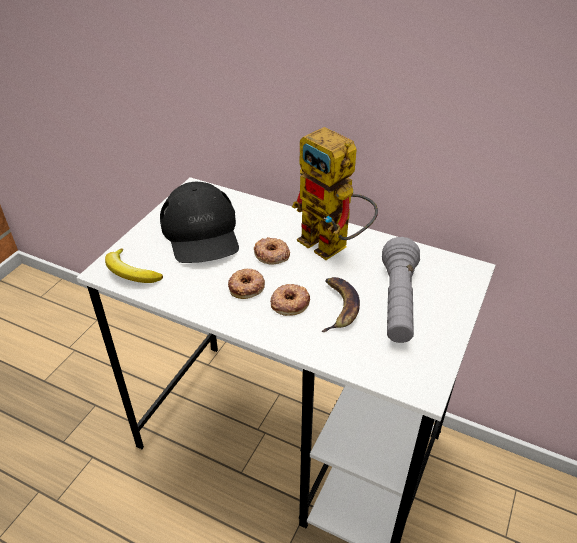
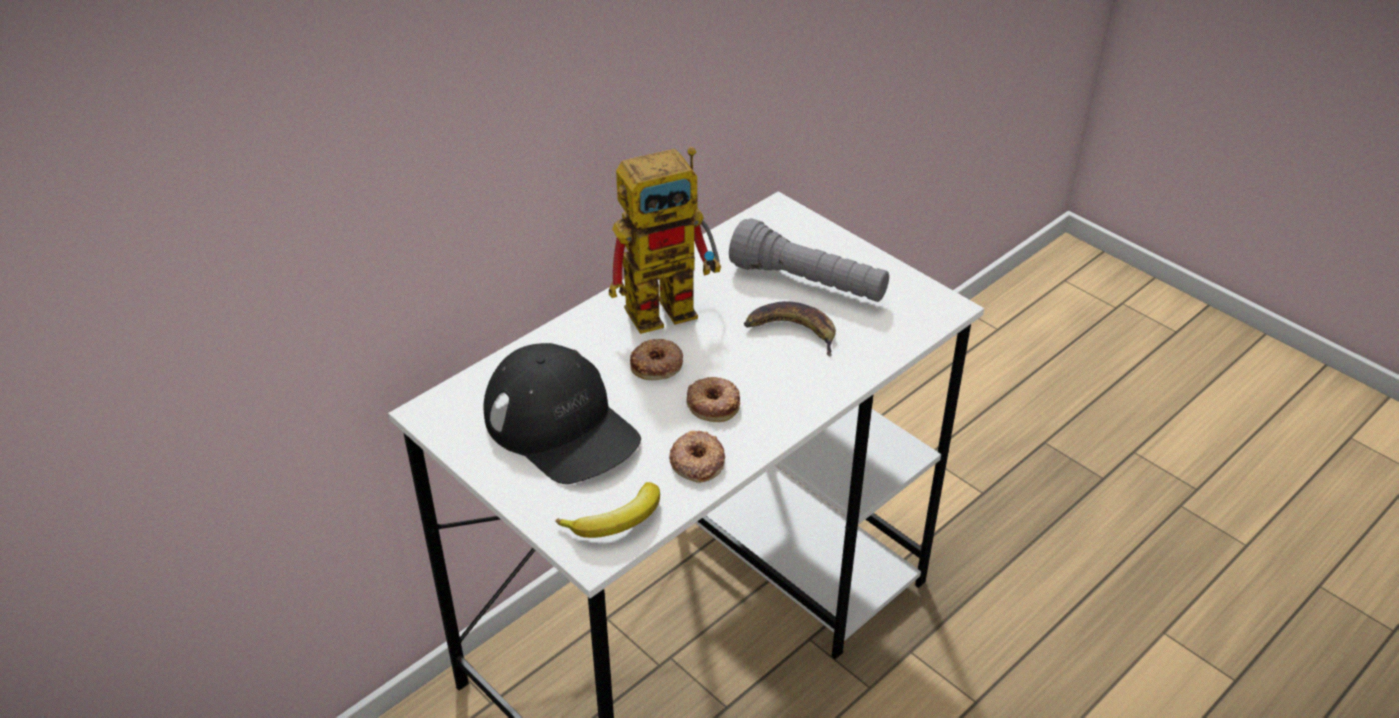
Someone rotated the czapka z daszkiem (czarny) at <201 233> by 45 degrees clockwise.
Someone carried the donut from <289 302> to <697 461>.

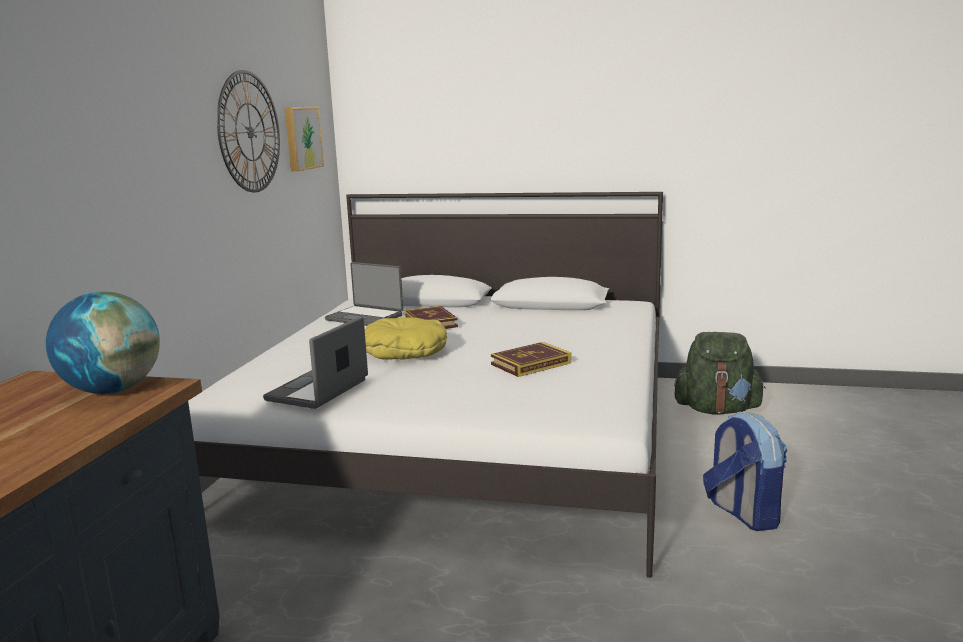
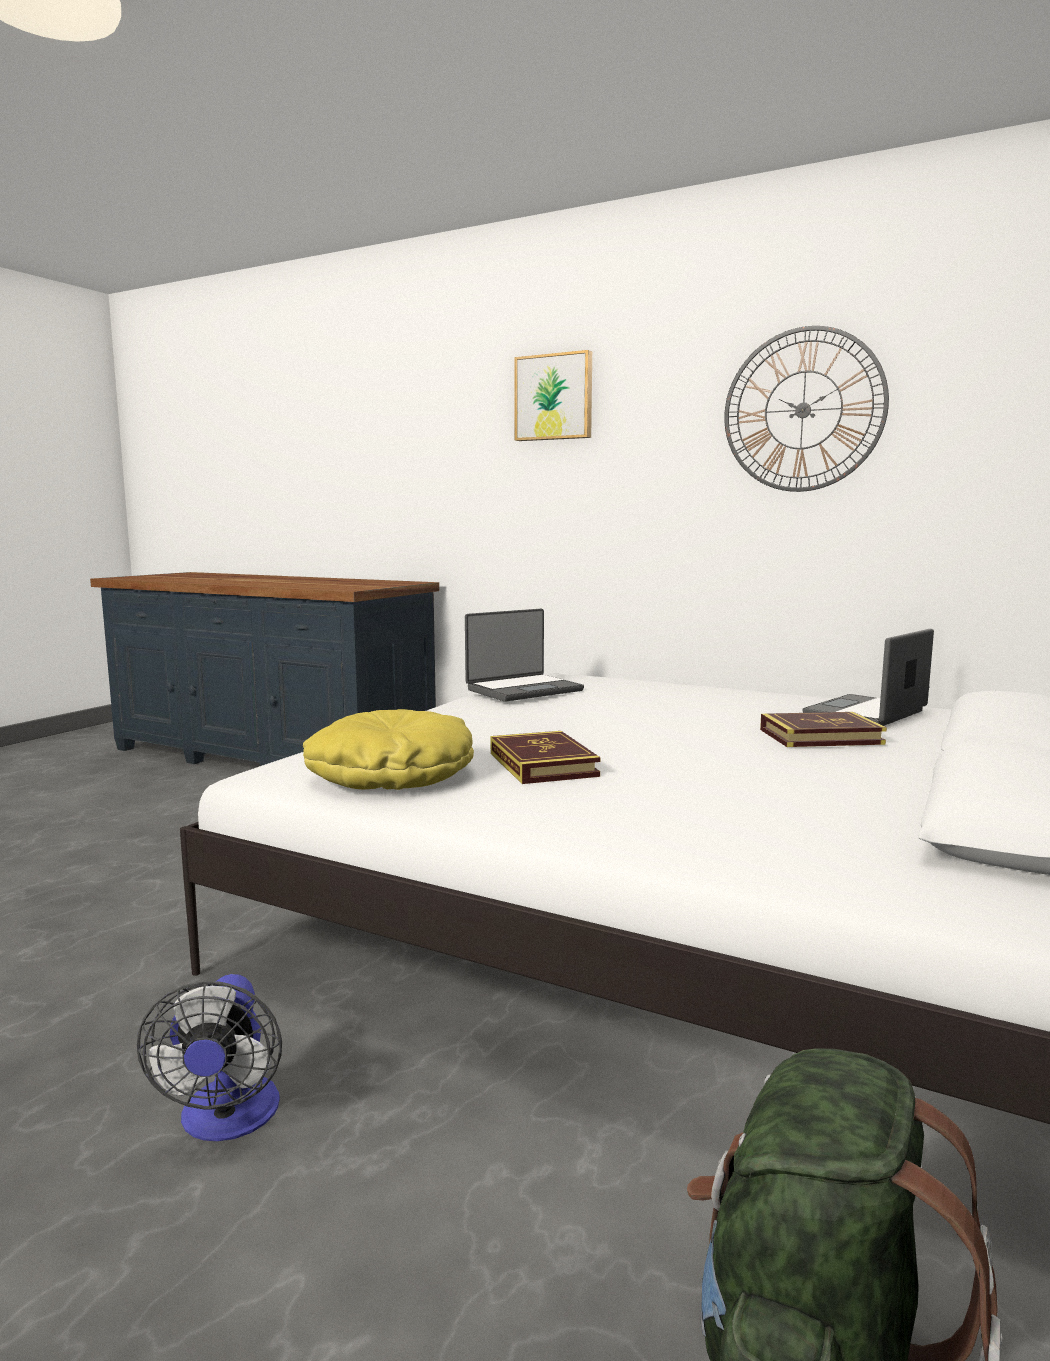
Someone swapped the plecak at <742 513> for the wentylator at <227 1120>.
Someone carried the poduszka (żółty) from <405 351> to <394 775>.
Someone rotated the laptop at <319 390> by 105 degrees clockwise.
Someone carried the obraz from <301 138> to <554 397>.
Someone took away the globus at <112 390>.

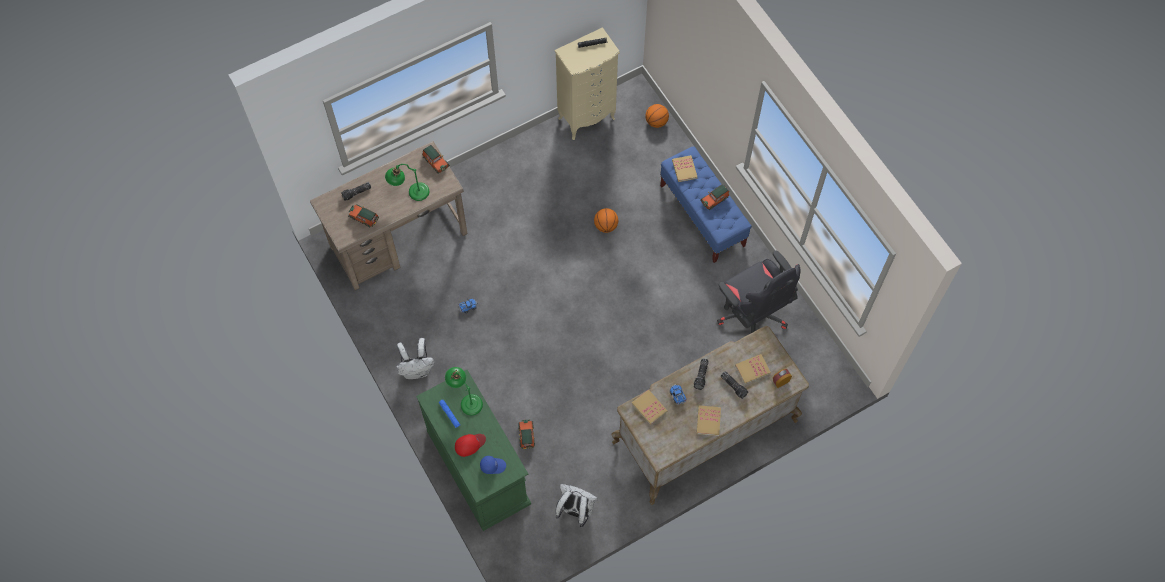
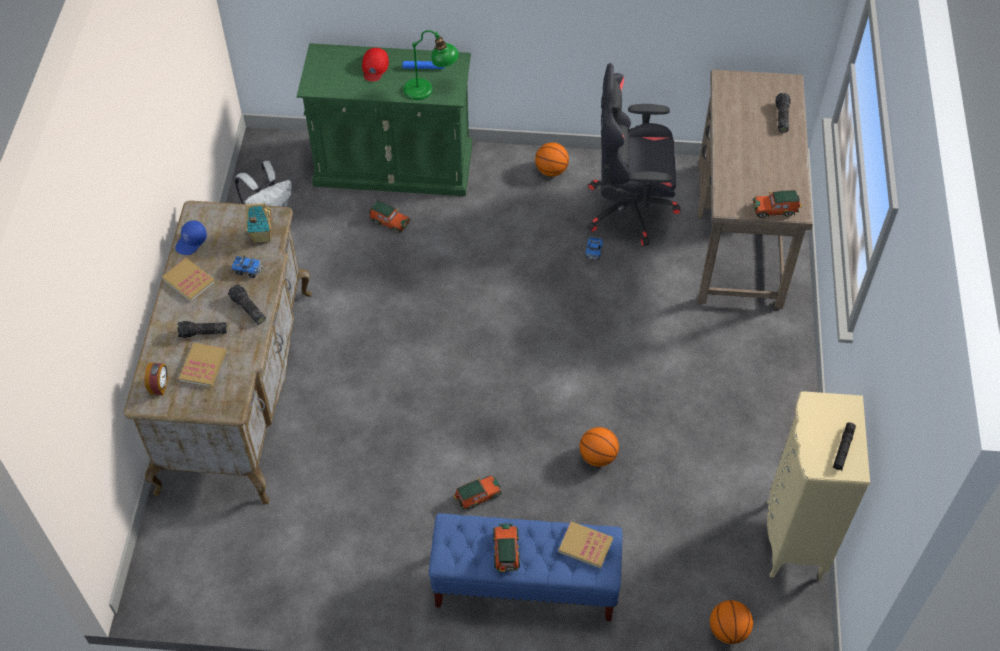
Someone carried the czapka z daszkiem (niebieski) from <493 465> to <191 242>.
Someone swapped the książka at <649 407> for the domek at <261 236>.
Someone carried the samochodzik from <364 218> to <477 496>.
Someone swapped the plecak (biały) at <417 370> for the piłka do koszykówki at <551 170>.
Someone carried the krzesło biurowe (czarny) from <751 314> to <631 209>.
Someone took away the lampa stołowa (zielony) at <409 192>.

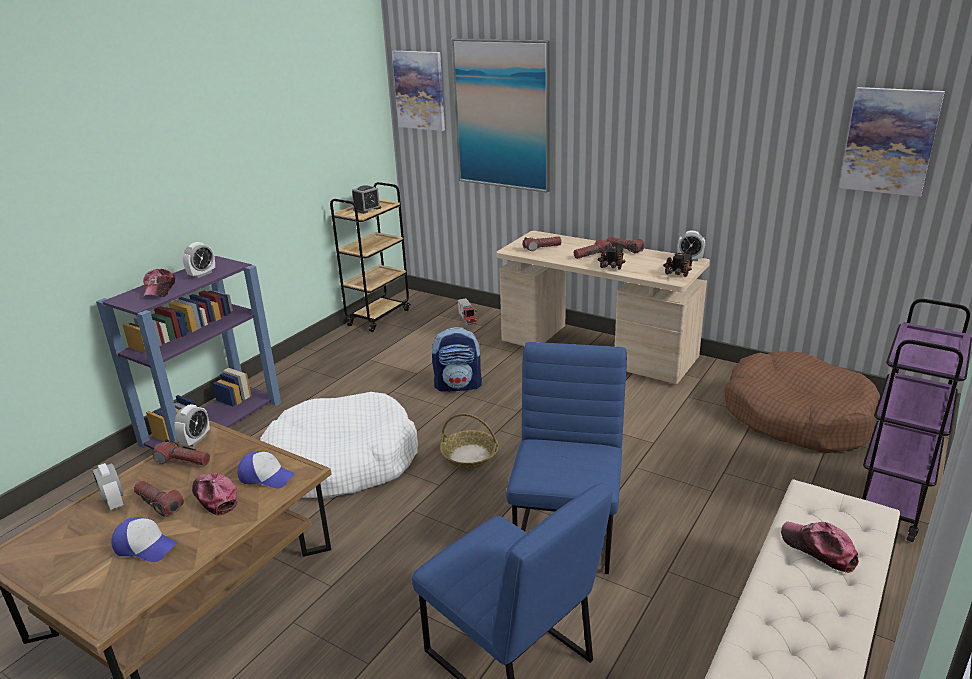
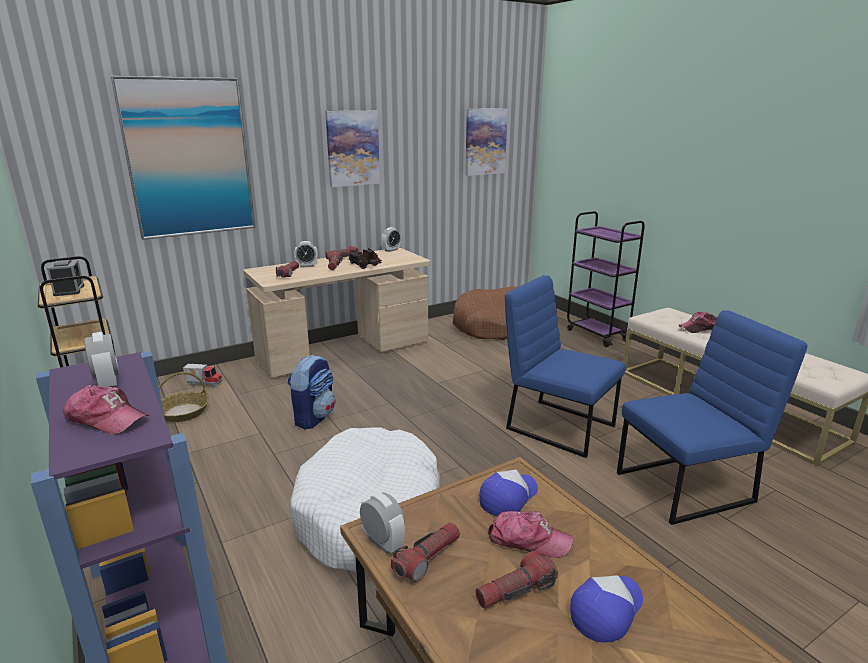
Someone carried the koszyk from <469 456> to <183 412>.
Someone carried the budzik from <114 502> to <307 266>.
Someone carried the obraz from <419 90> to <352 148>.
Someone rotated the czapka z daszkiem at <215 497> by 150 degrees counterclockwise.
Someone took away the ciężarówka zabawkowa at <679 272>.

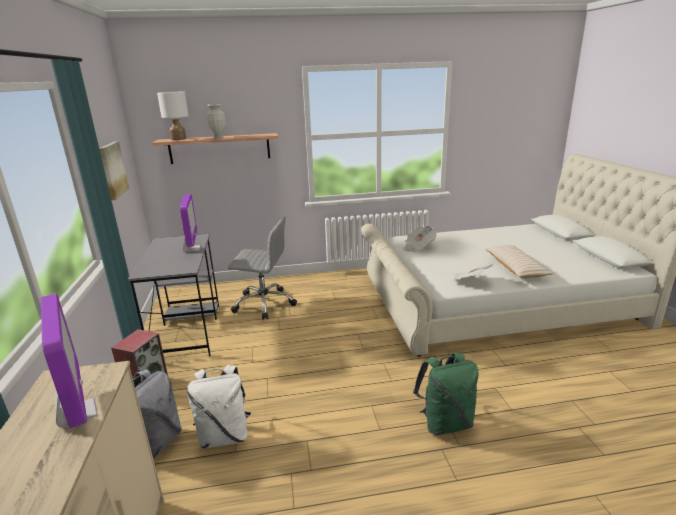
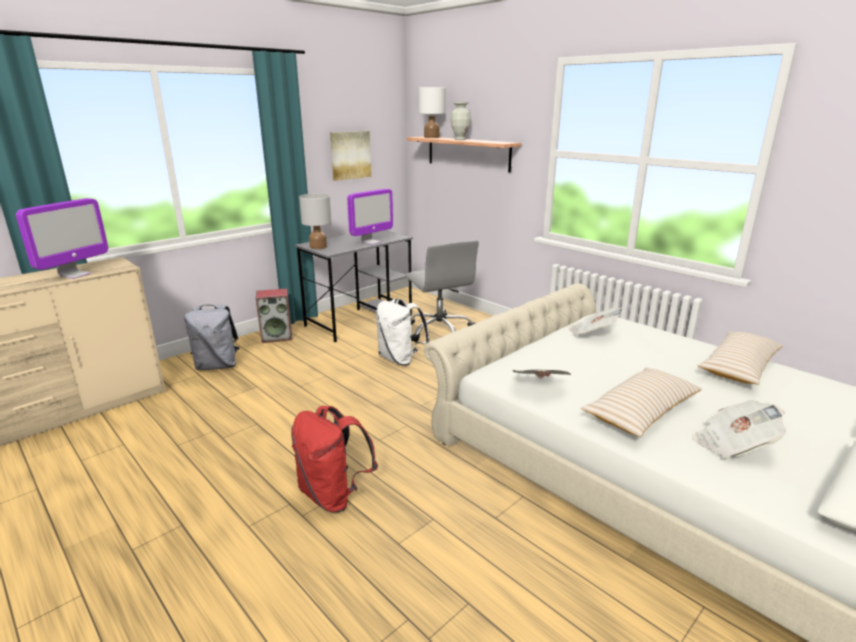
Someone repainted the plecak (zielony) at <445 423>, which became the plecak (czerwony) at <333 495>.
Someone put down the lampa stołowa (szary) at <318 247>.
Someone carried the plecak (biały) from <225 435> to <400 359>.
Someone put down the gazeta at <733 445>.
Someone put down the poduszka (beżowy) at <739 367>.

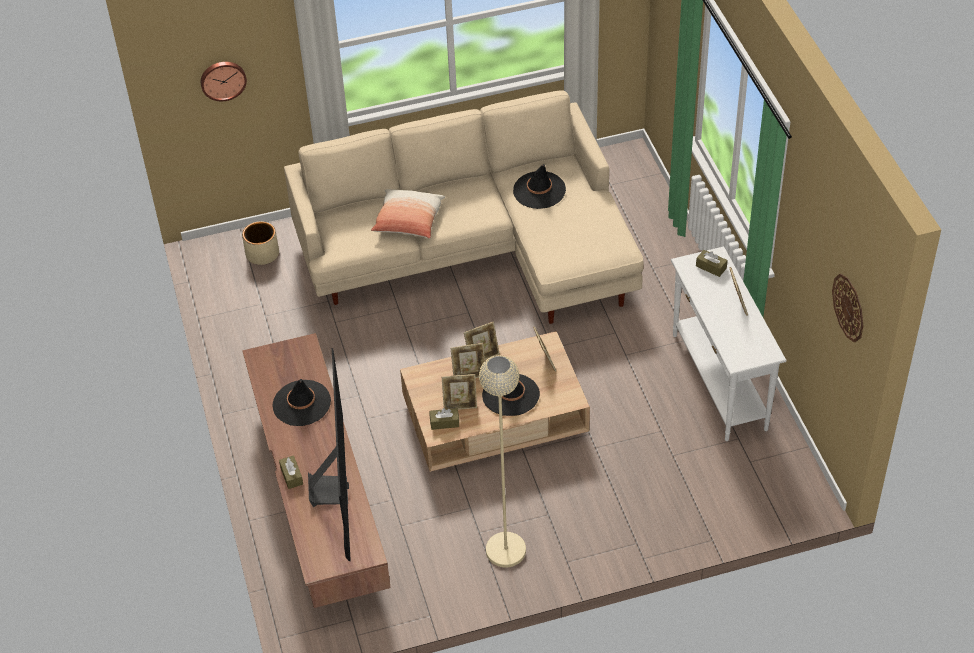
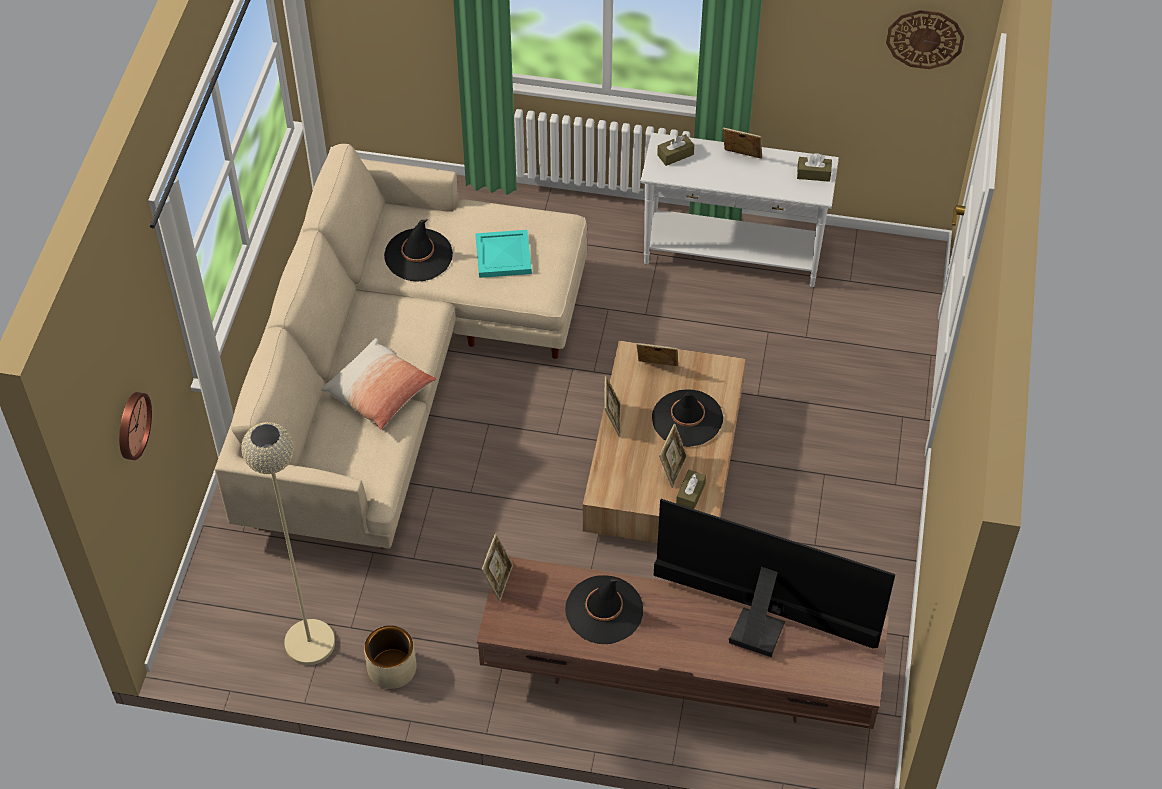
Someone carried the lampa stojąca (beżowy) from <506 551> to <310 643>.
Someone carried the donica (beżowy) from <262 253> to <391 668>.
Someone put down the taca (turkusowy) at <504 255>.
Someone carried the ramka na zdjęcie from <469 374> to <498 580>.
Someone carried the pudełko chusteczek (brązowy) from <291 476> to <813 174>.

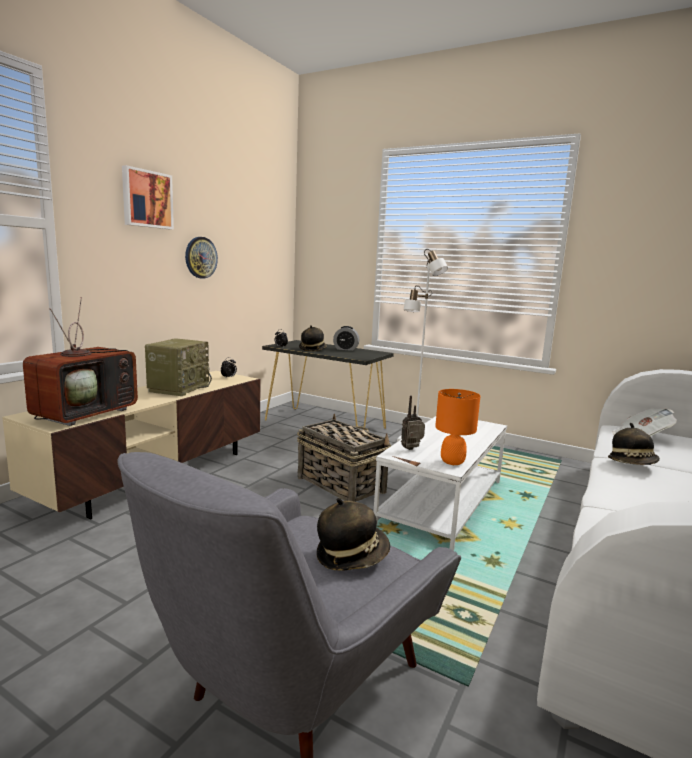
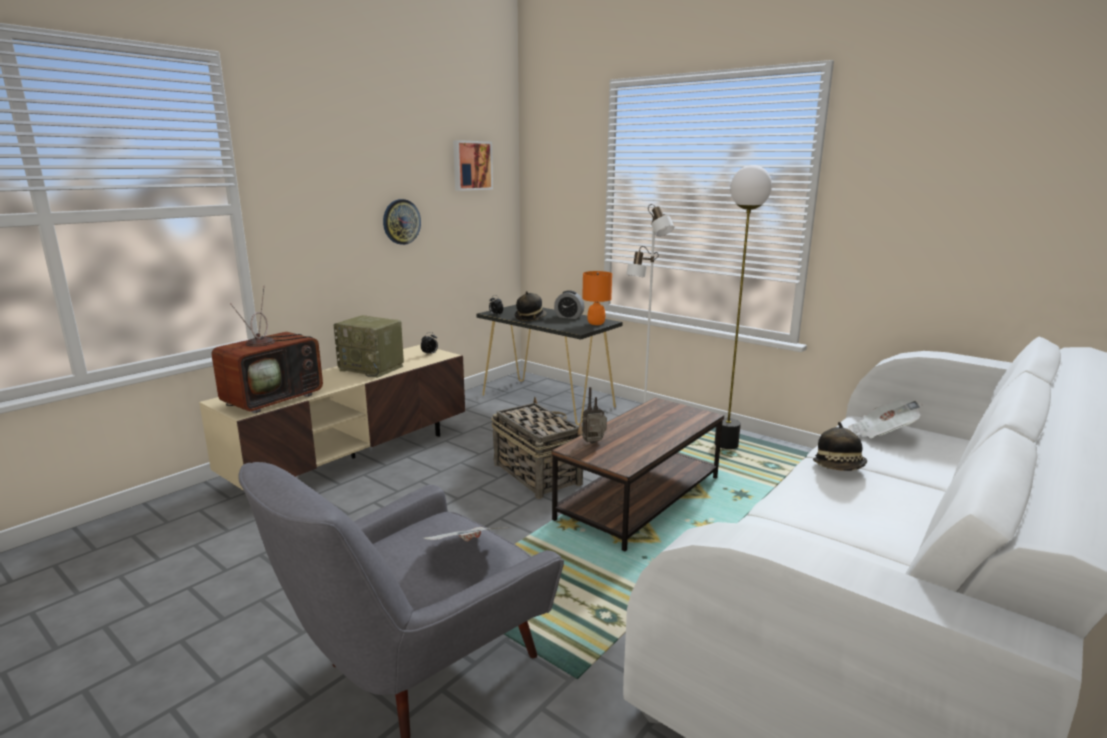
Someone rotated the radio at <179 388> by 90 degrees clockwise.
Someone swapped the kapelusz at <351 555> for the gazeta at <468 553>.
Someone carried the obraz from <146 199> to <471 165>.
Someone repainted the ława (biały) at <443 503>, which became the ława (brązowy) at <640 499>.
Someone carried the lampa stołowa (pomarańczowy) from <451 462> to <596 324>.
Someone put down the lampa stojąca at <726 445>.

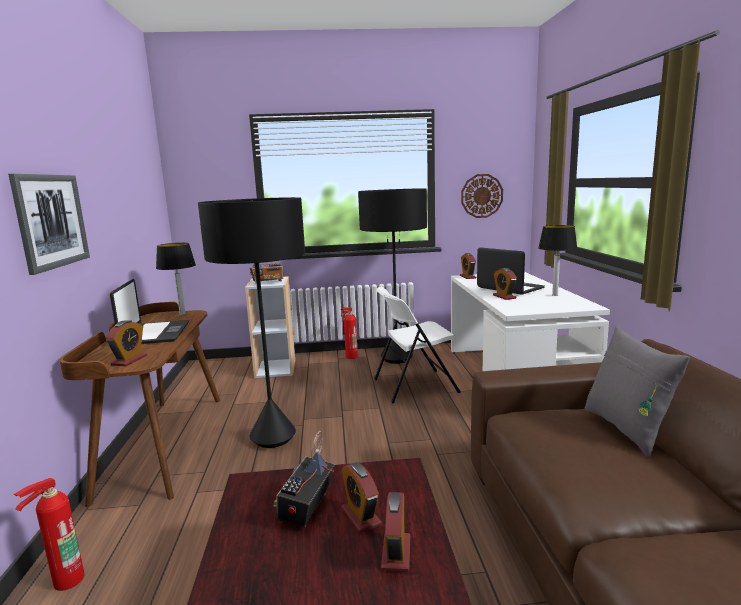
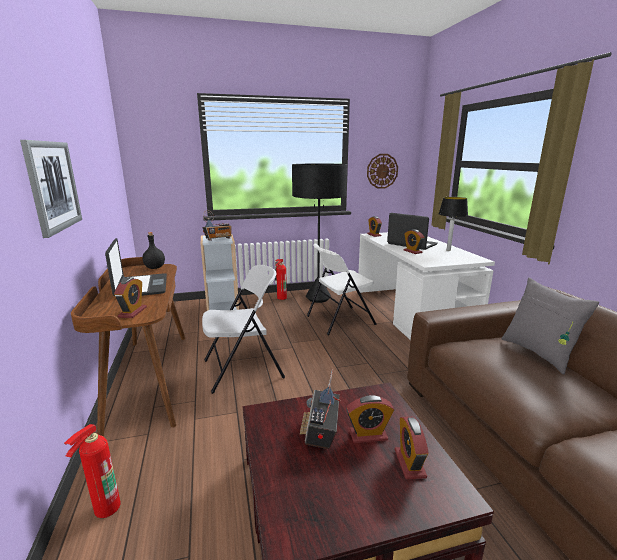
Someone swapped the lampa stołowa at <182 314> for the butelka (czarny) at <155 268>.
Someone swapped the lampa stojąca (czarny) at <273 438> for the krzesło (biały) at <243 369>.
Someone rotated the budzik at <361 516> by 60 degrees counterclockwise.

